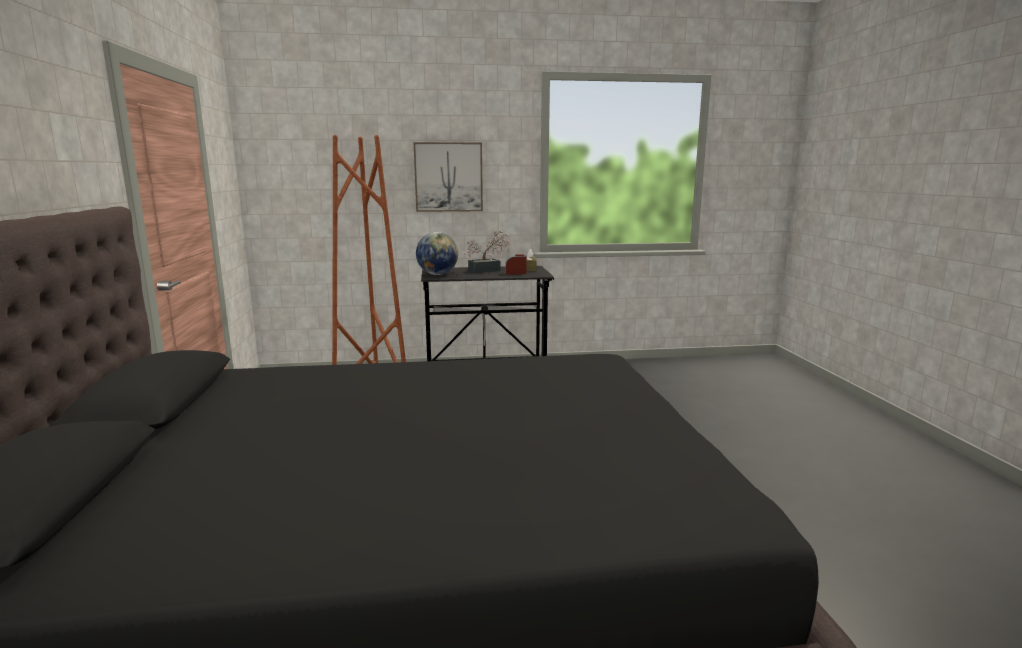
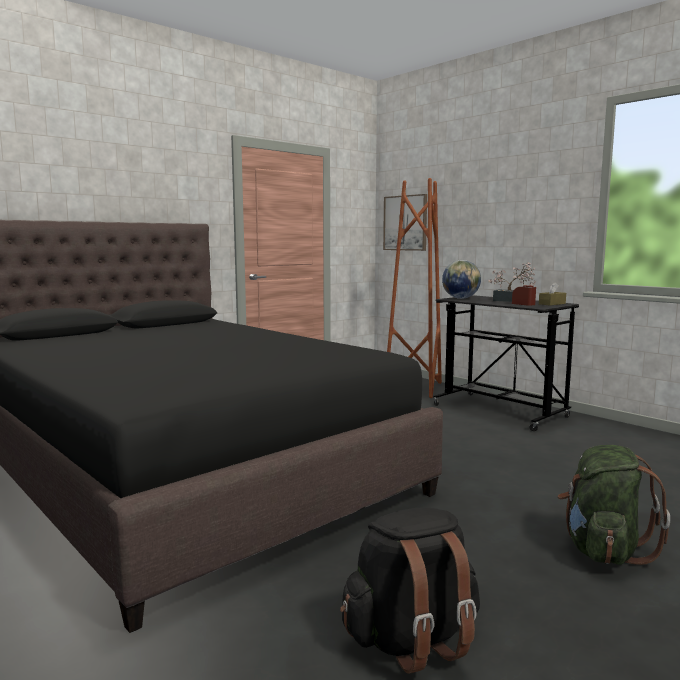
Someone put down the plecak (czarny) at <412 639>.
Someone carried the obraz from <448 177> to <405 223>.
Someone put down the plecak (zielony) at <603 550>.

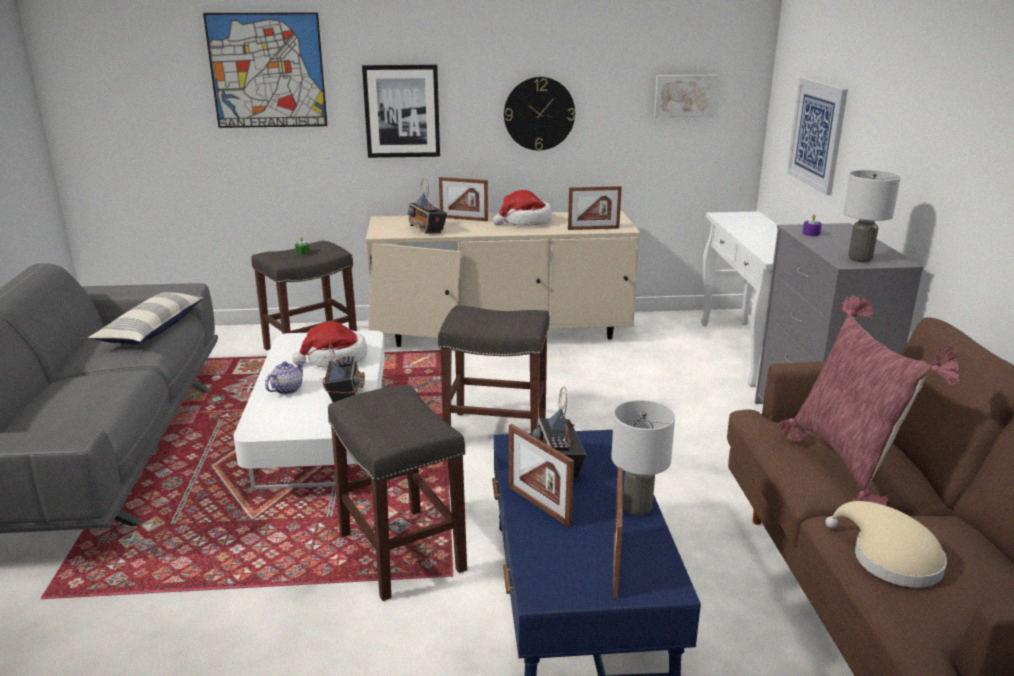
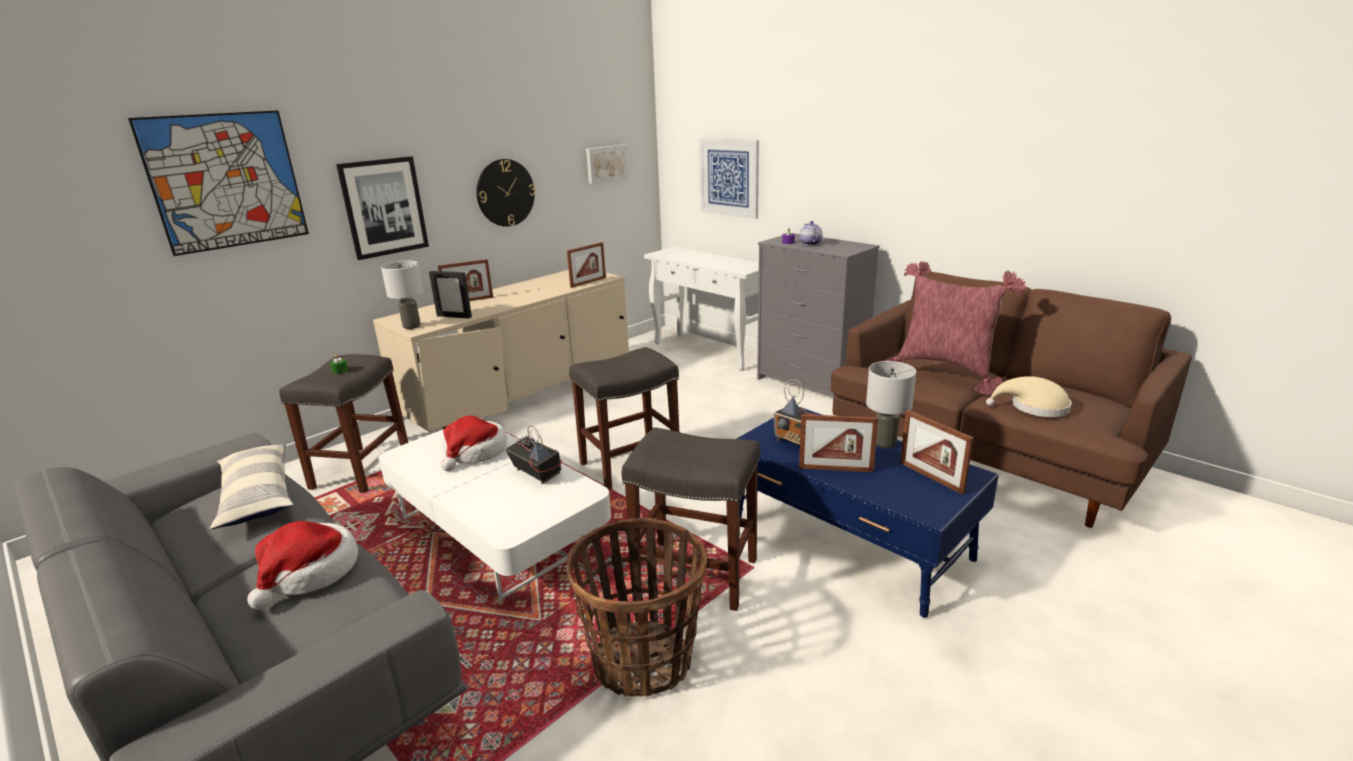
Someone carried the kapelusz from <525 222> to <309 573>.
Someone carried the lampa stołowa (biały) from <861 259> to <412 327>.
Someone swapped the radio at <427 230> for the ramka na zdjęcie at <454 316>.
Someone put down the koszyk at <643 660>.
Someone carried the imbryk from <287 389> to <810 243>.

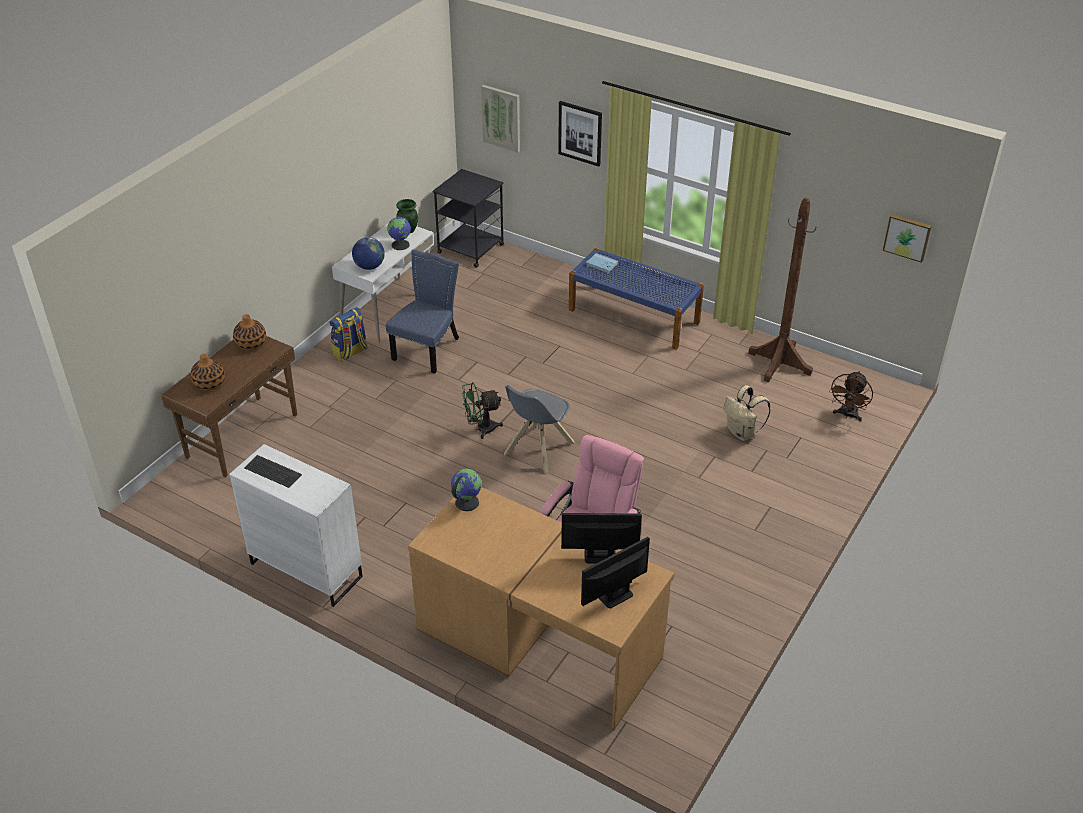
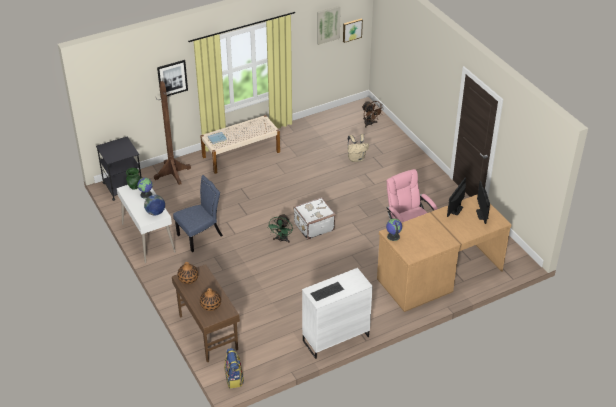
Someone carried the wieszak (brązowy) from <780 363> to <172 173>.
Someone rotated the krzesło (niebieski) at <427 350> by 90 degrees clockwise.
Someone repainted the ławka (niebieski) at <634 316>, which became the ławka (beżowy) at <241 154>.
Someone carried the plecak from <350 352> to <234 379>.
Someone swapped the krzesło (szary) at <538 450> for the walizka (biały) at <313 226>.
Someone carried the obraz from <501 118> to <328 24>.

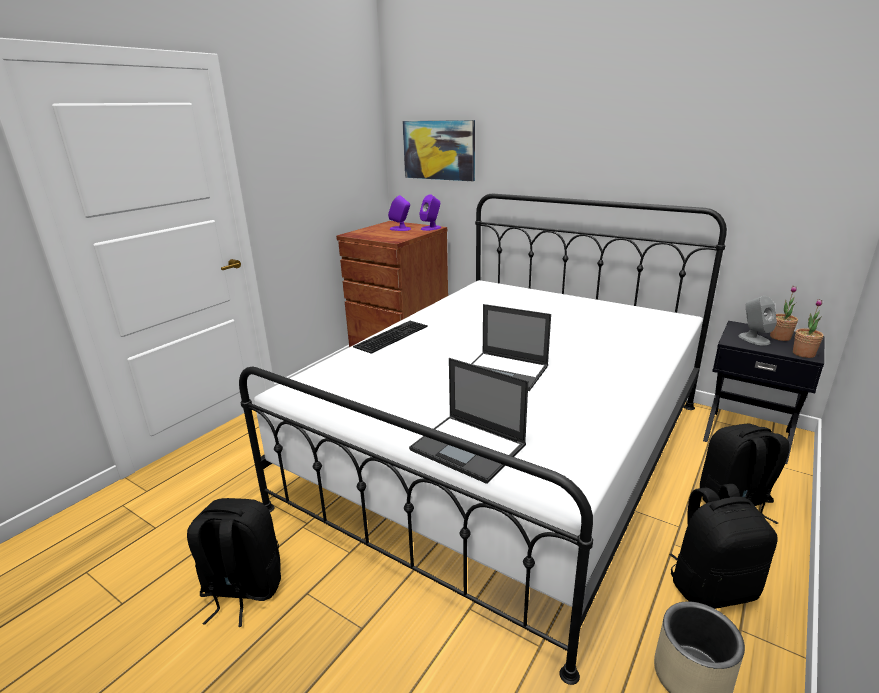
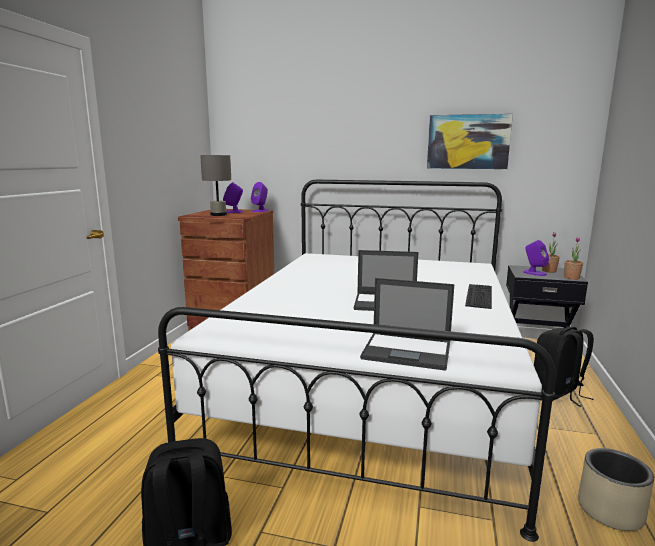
Someone put down the lampa stołowa (szary) at <219 215>.
Someone carried the obraz from <439 150> to <468 142>.
Someone carried the klawiatura from <391 335> to <477 295>.
Someone repainted the głośnik (szary) at <753 339>, which became the głośnik (fioletowy) at <534 273>.
Someone took away the plecak (czarny) at <711 587>.

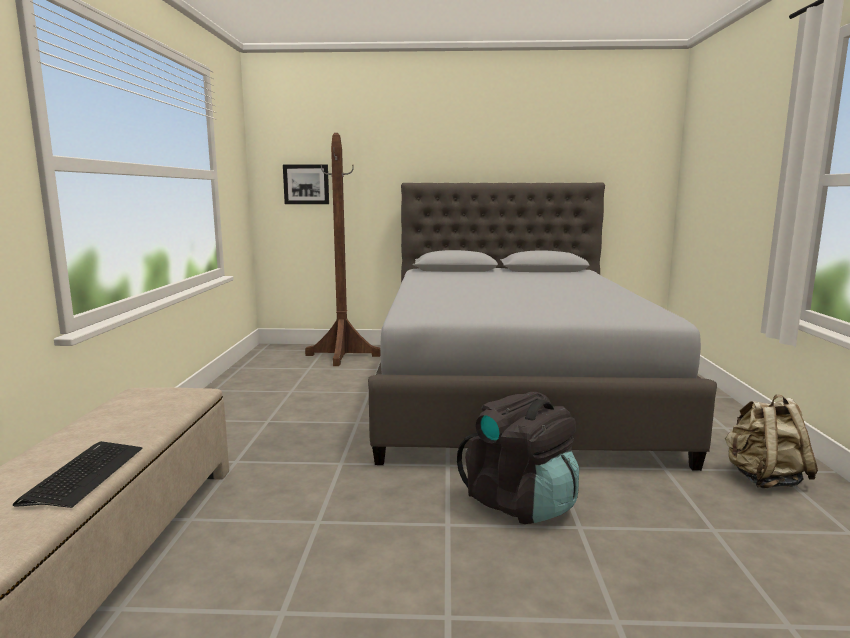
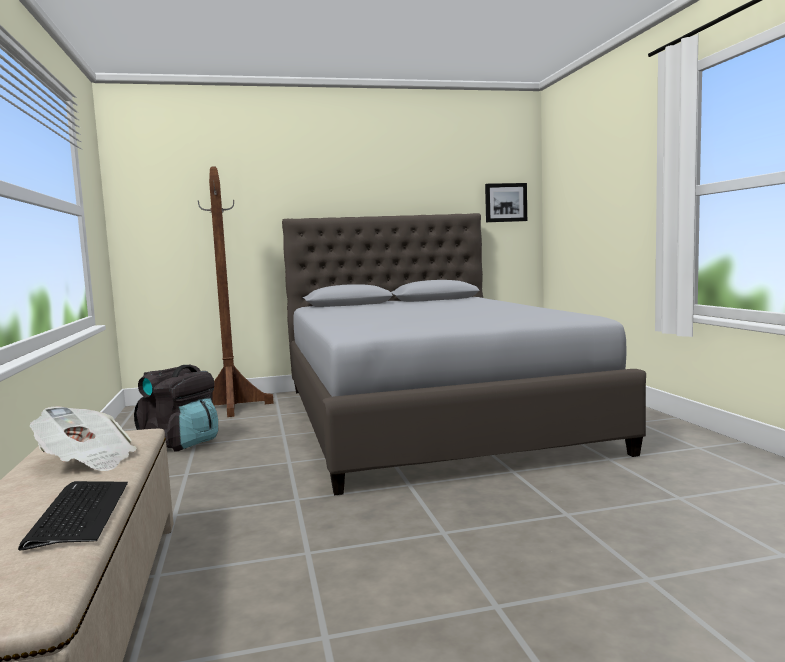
Someone put down the gazeta at <87 461>.
Someone carried the plecak (czarny) from <520 503> to <181 443>.
Someone carried the obraz from <306 184> to <505 202>.
Someone took away the plecak (beżowy) at <764 479>.

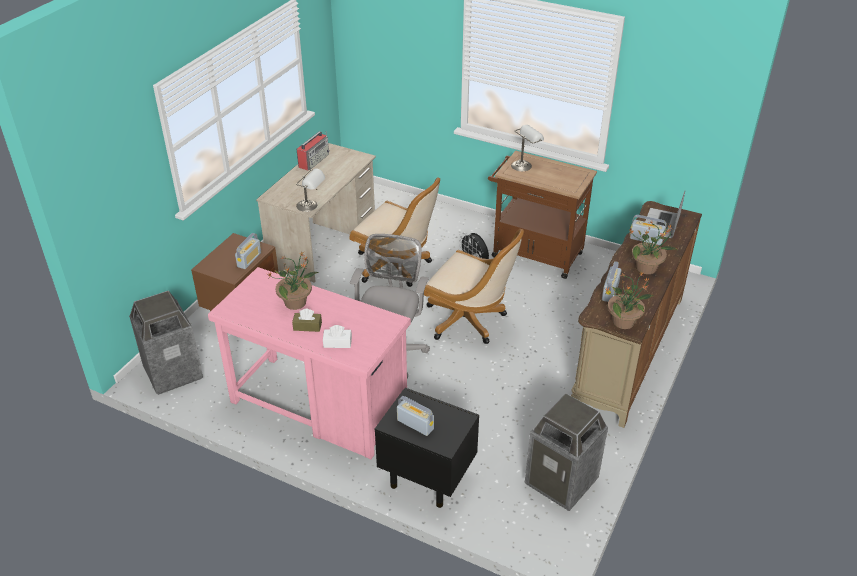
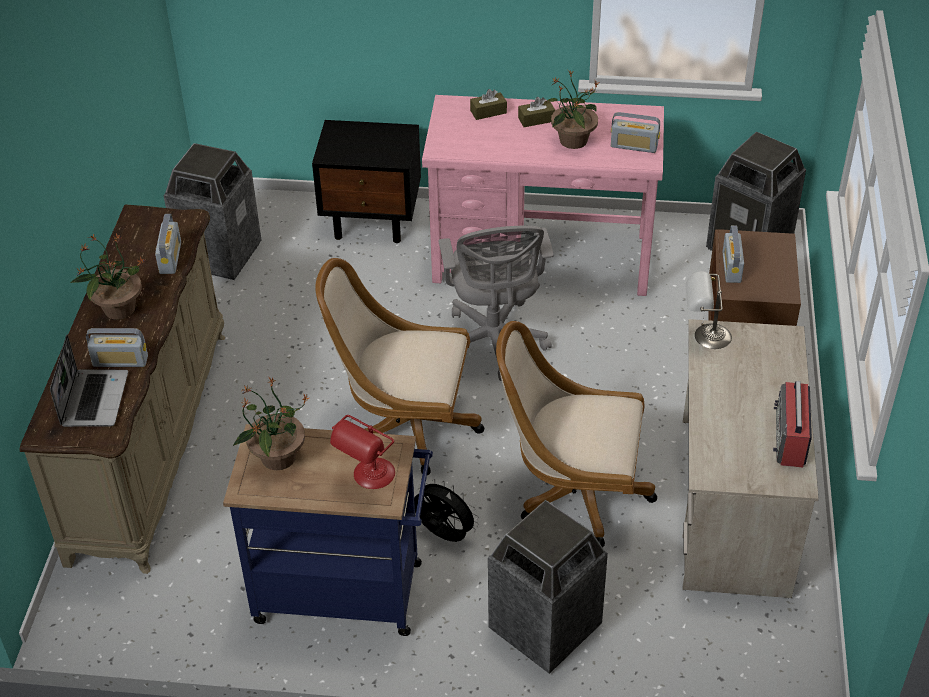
Someone repainted the wózek (brązowy) at <534 255>, which became the wózek (niebieski) at <344 594>.
Someone carried the roślina doniczkowa from <624 321> to <277 457>.
Someone repainted the lampa stołowa (biały) at <524 164>, which became the lampa stołowa (czerwony) at <369 479>.
Someone repainted the pudełko chusteczek (biały) at <337 343>, which became the pudełko chusteczek (brązowy) at <488 112>.
Someone put down the kosz na śmieci at <544 628>.
Someone carried the radio from <415 424> to <634 146>.

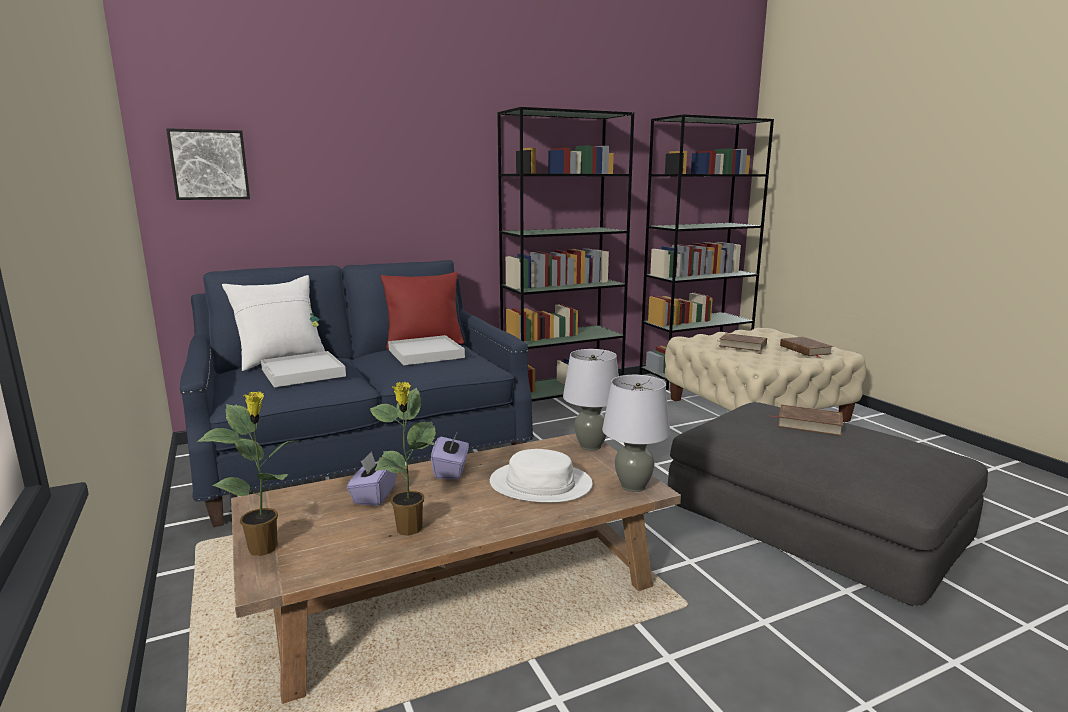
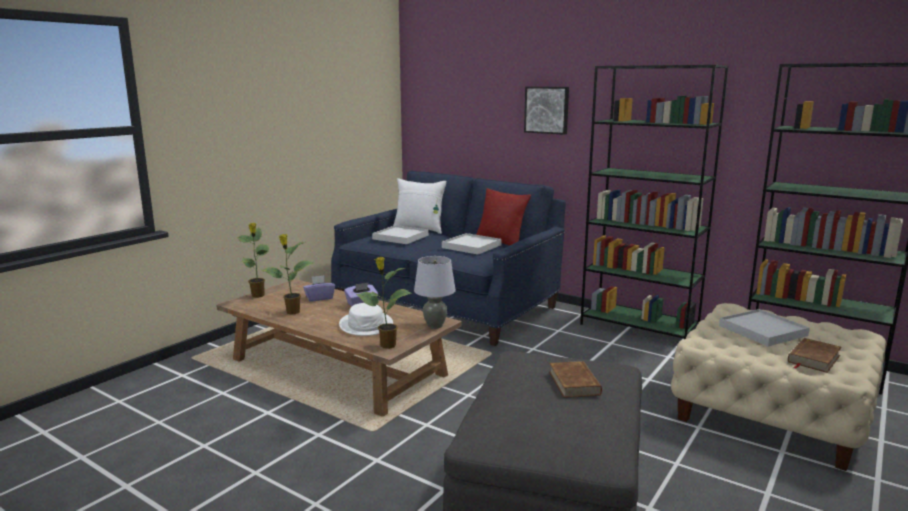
Someone swapped the lampa stołowa (szary) at <633 486> for the roślina doniczkowa at <387 345>.
Someone carried the obraz from <209 165> to <547 110>.
Someone swapped the książka (brązowy) at <742 345> for the taca (biały) at <763 331>.

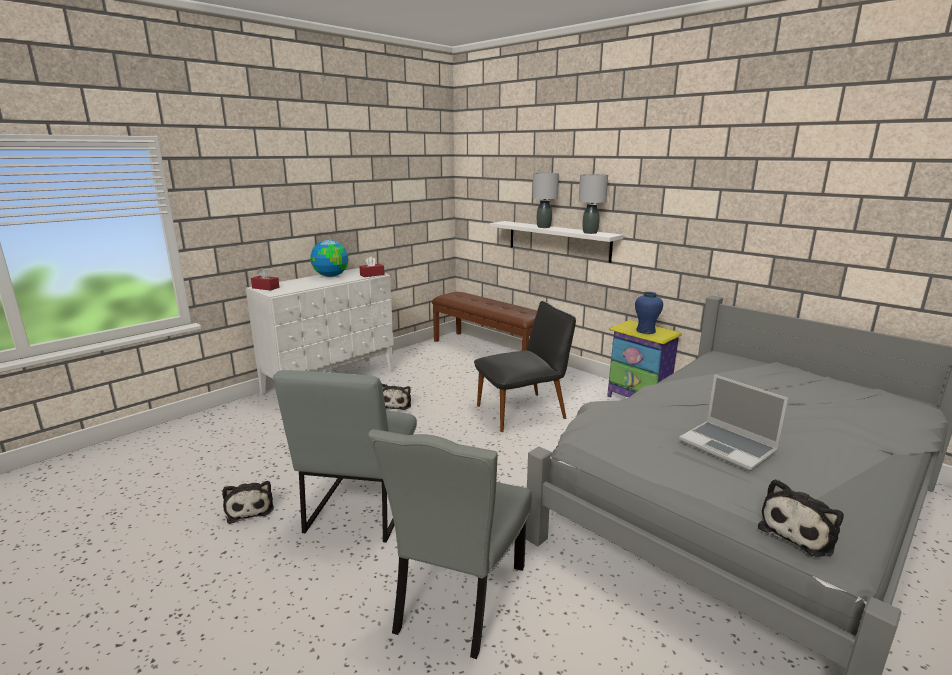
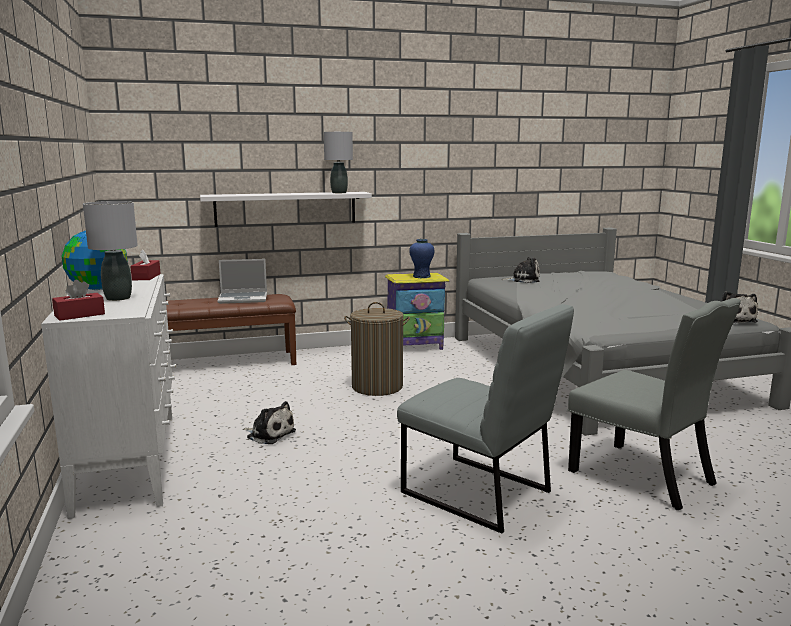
Someone carried the lampa stołowa (szary) from <543 227> to <118 298>.
Someone carried the laptop from <729 446> to <243 298>.
Someone swapped the krzesło (czarny) at <520 412> for the kosz na pranie at <377 386>.
Someone carried the pluszak from <250 508> to <523 280>.

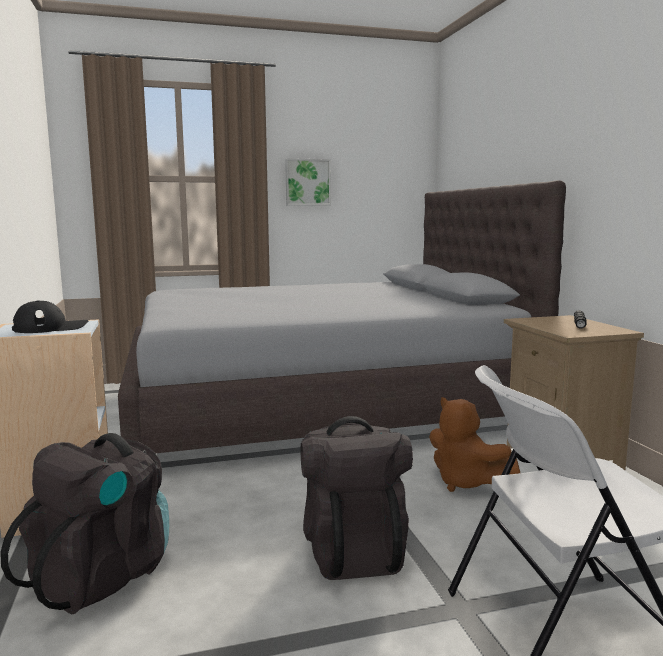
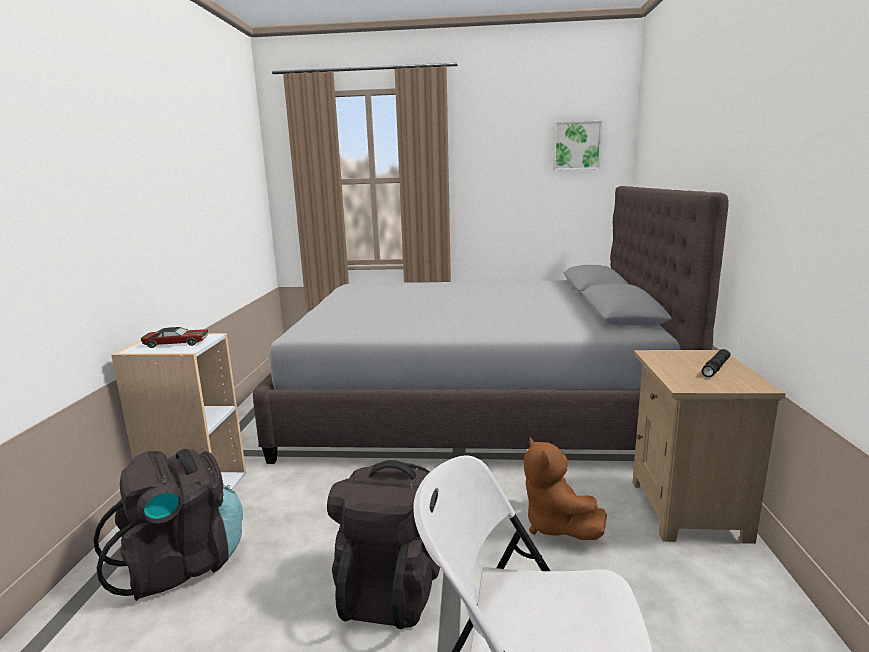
Someone swapped the czapka z daszkiem (czarny) at <51 328> for the samochodzik at <177 343>.
Someone carried the obraz from <307 182> to <576 146>.

